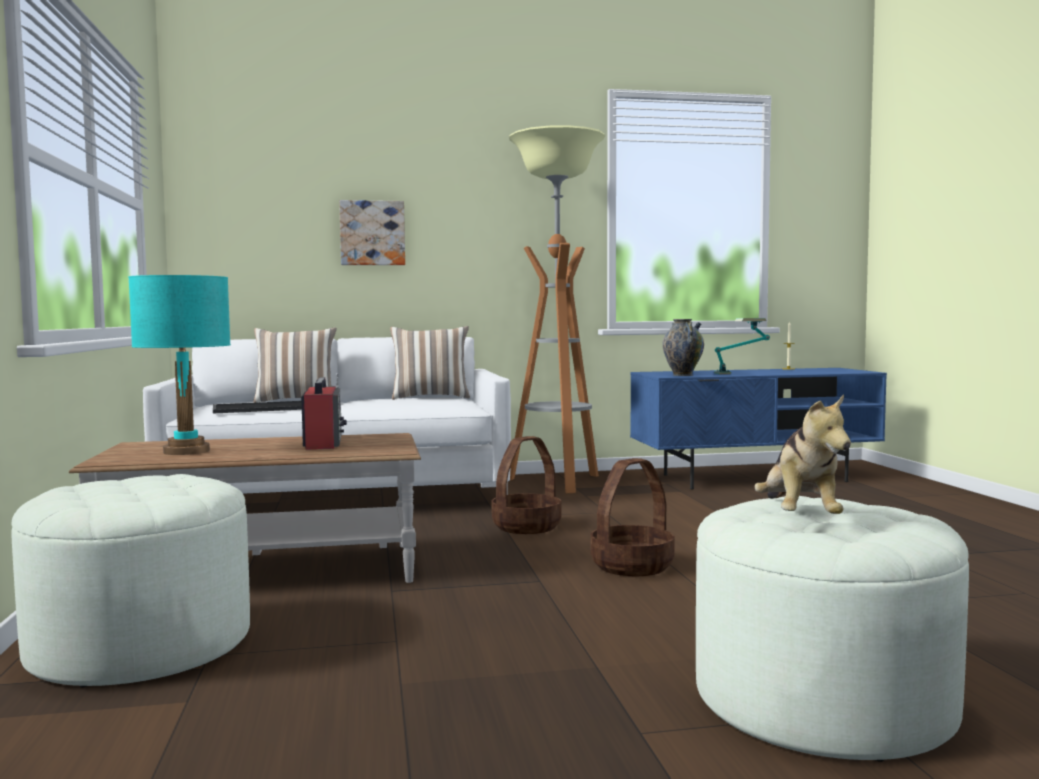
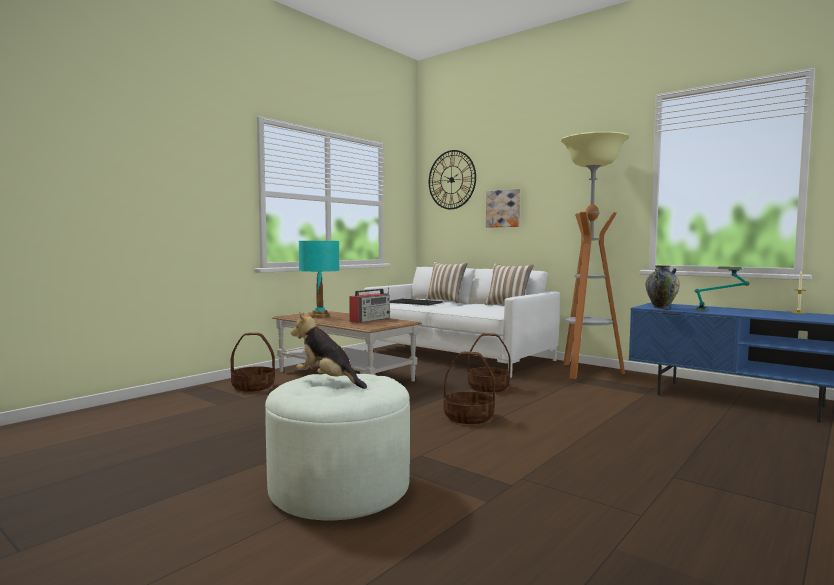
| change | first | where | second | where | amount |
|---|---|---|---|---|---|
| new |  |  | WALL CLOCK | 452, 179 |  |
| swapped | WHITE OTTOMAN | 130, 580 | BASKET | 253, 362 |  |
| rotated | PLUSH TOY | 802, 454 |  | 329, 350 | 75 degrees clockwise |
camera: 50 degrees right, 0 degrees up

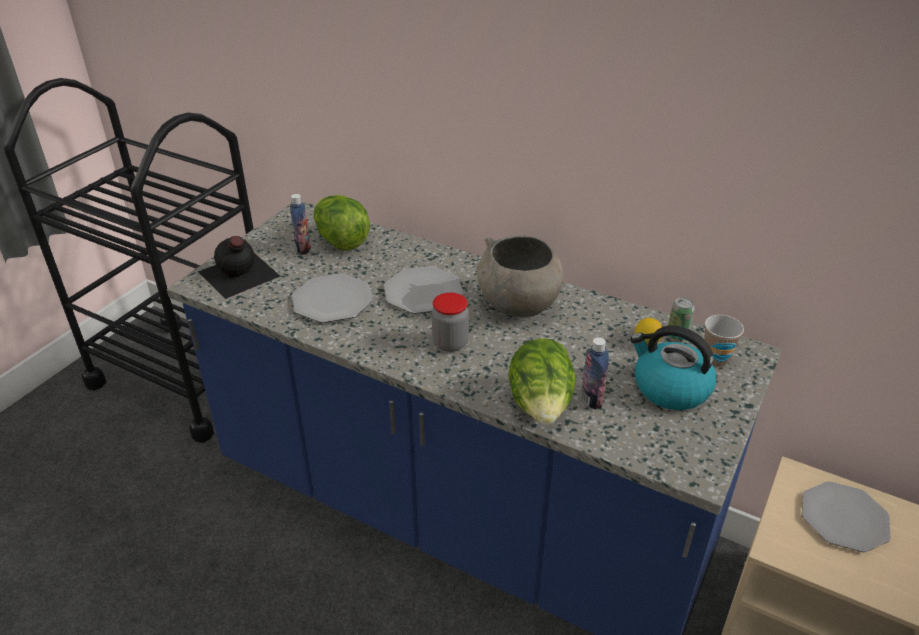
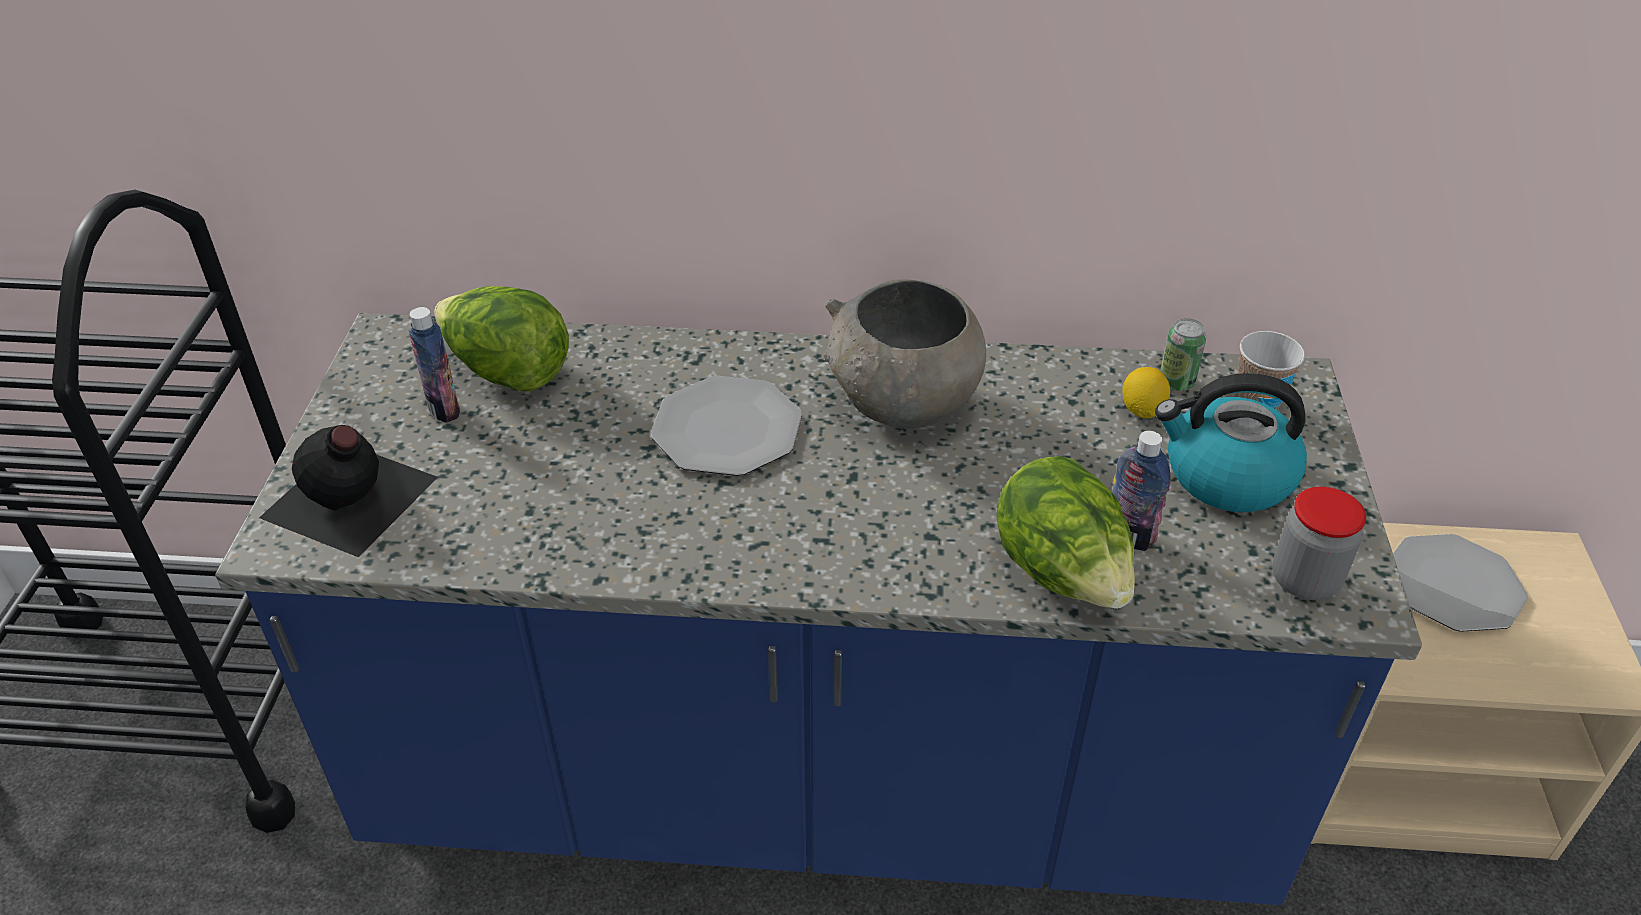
| change | first | where | second | where | amount |
|---|---|---|---|---|---|
| gone | PLATE | 332, 298 |  |  |  |
| shifted | JAR | 450, 322 |  | 1319, 543 |  |
camera: 25 degrees left, 5 degrees up

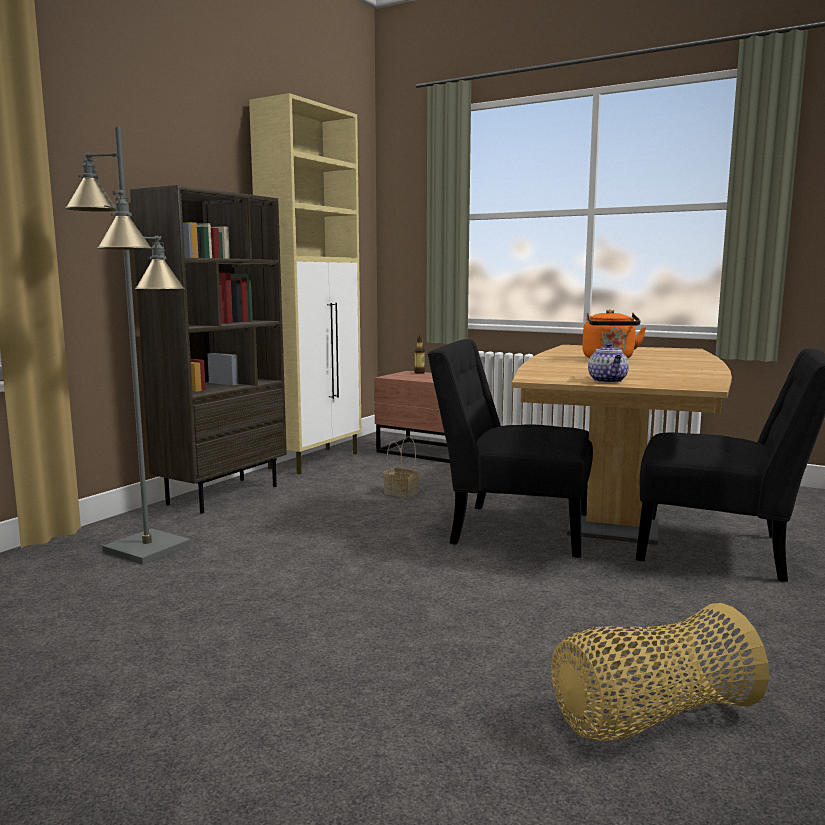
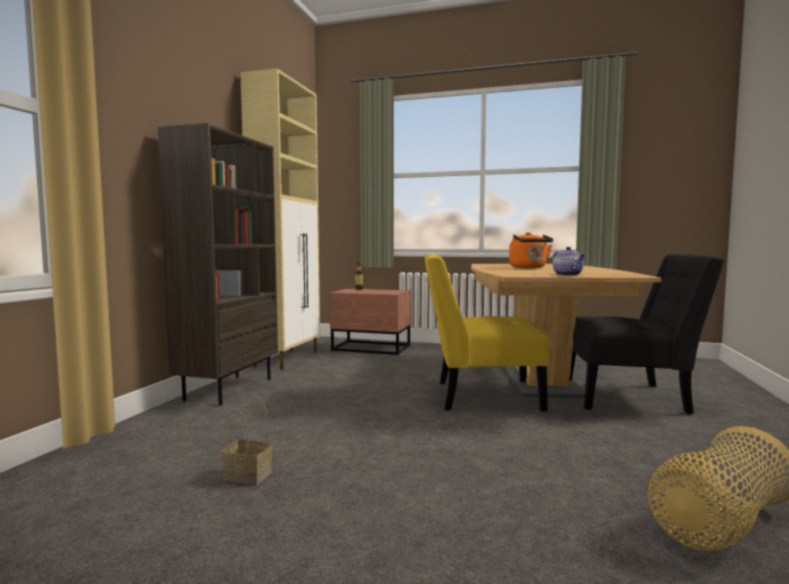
| change | first | where | second | where | amount |
|---|---|---|---|---|---|
| gone | GREY FLOOR LAMP | 128, 345 |  |  |  |
| shifted | BASKET | 401, 467 |  | 247, 441 |  |
| repainted | BLACK CHAIR | 510, 448 | YELLOW CHAIR | 487, 333 |  |
camera: 15 degrees left, 5 degrees down

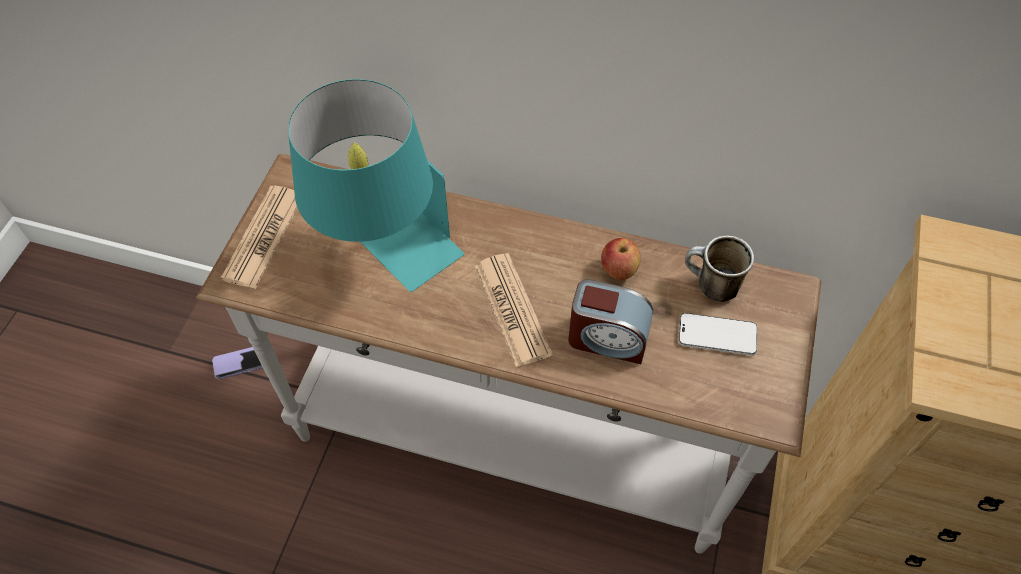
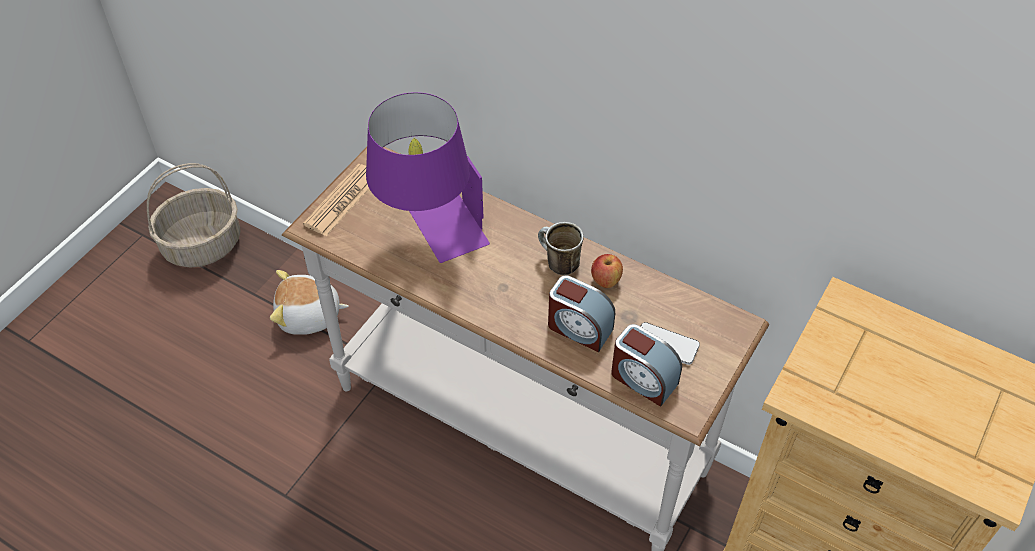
| change | first | where | second | where | amount |
|---|---|---|---|---|---|
| gone | NEWSPAPER | 514, 310 |  |  |  |
| new |  |  | BASKET | 194, 215 |  |
| new |  |  | ALARM CLOCK | 646, 365 |  |
| shifted | MUG | 719, 268 |  | 560, 248 |  |
| swapped | PHONE | 237, 363 | PLUSH TOY | 309, 302 |  |
| repainted | TURQUOISE TABLE LAMP | 376, 185 | PURPLE TABLE LAMP | 428, 177 |  |
camera: 15 degrees right, 5 degrees down

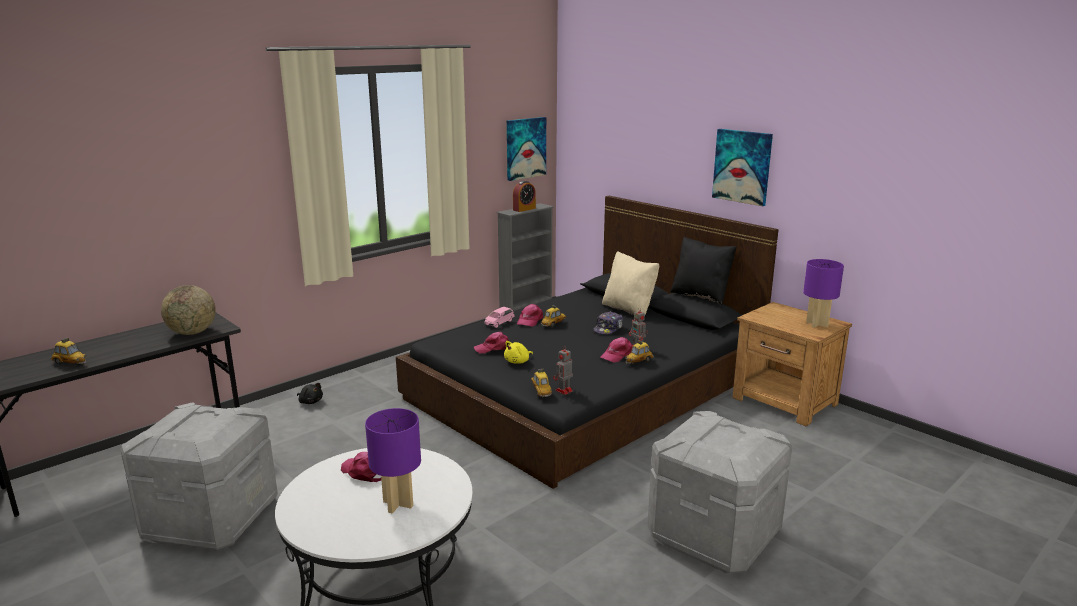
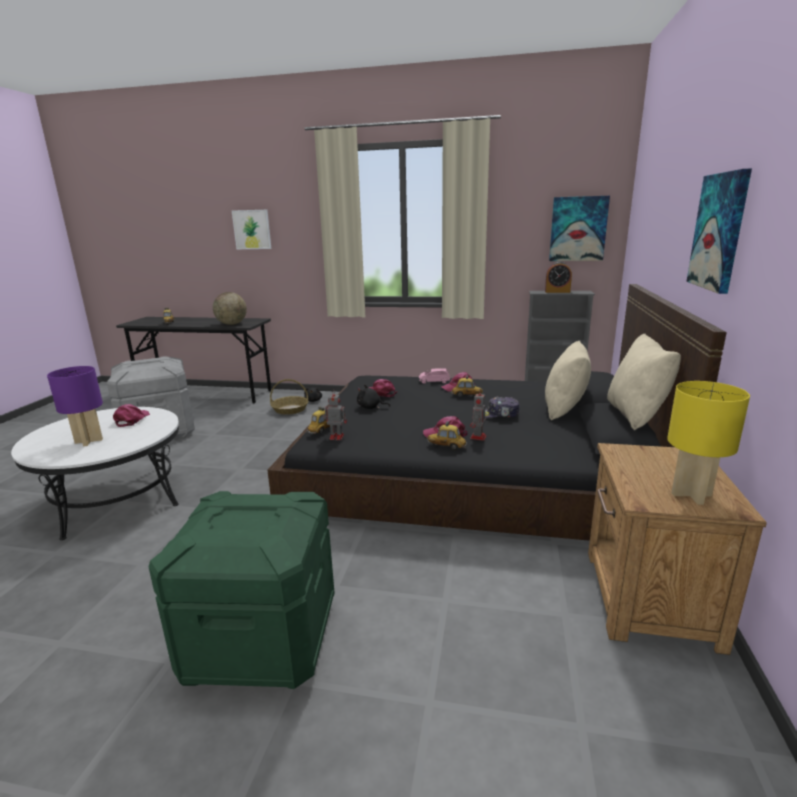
| change | first | where | second | where | amount |
|---|---|---|---|---|---|
| new |  |  | PICTURE | 251, 229 |  |
| new |  |  | BASKET | 289, 397 |  |
| repainted | YELLOW PLUSH TOY | 518, 352 | BLACK PLUSH TOY | 373, 396 |  |
| repainted | GREY STORAGE BOX | 719, 492 | GREEN STORAGE BOX | 242, 590 |  |
| repainted | BLACK PILLOW | 703, 271 | BEIGE PILLOW | 644, 381 |  |
| repainted | PURPLE TABLE LAMP | 823, 293 | YELLOW TABLE LAMP | 708, 443 |  |
camera: 55 degrees right, 0 degrees up

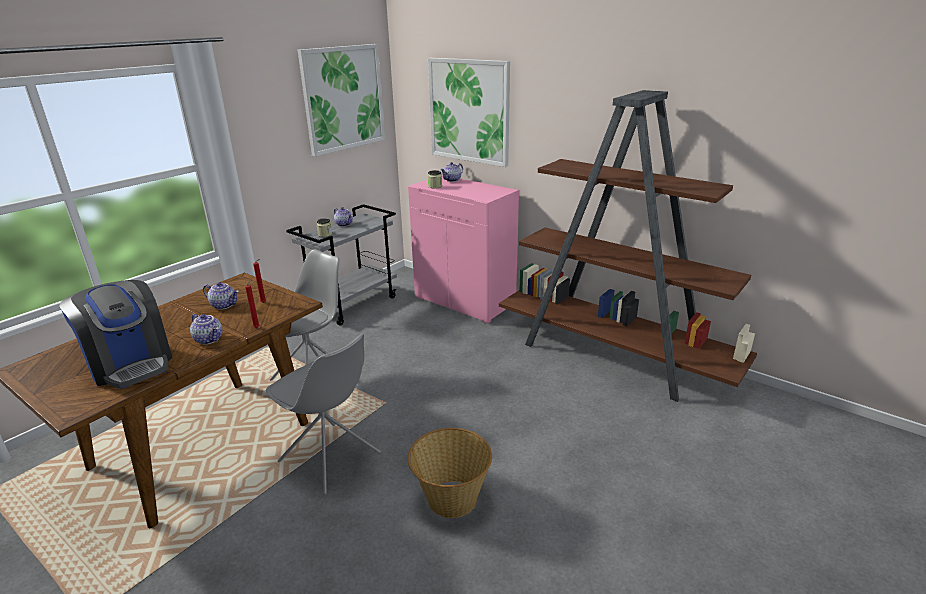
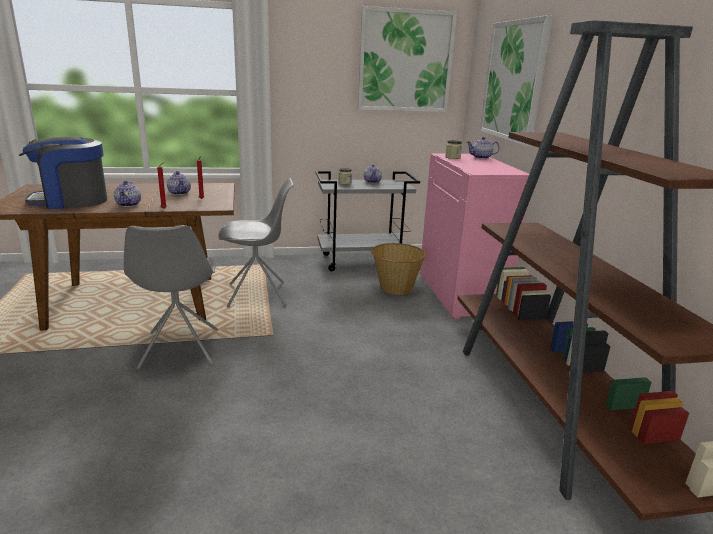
| change | first | where | second | where | amount |
|---|---|---|---|---|---|
| shifted | BASKET | 450, 473 |  | 398, 269 |  |
| rotated | COFFEE MACHINE | 115, 334 |  | 63, 173 | 75 degrees clockwise |
camera: 40 degrees right, 5 degrees down

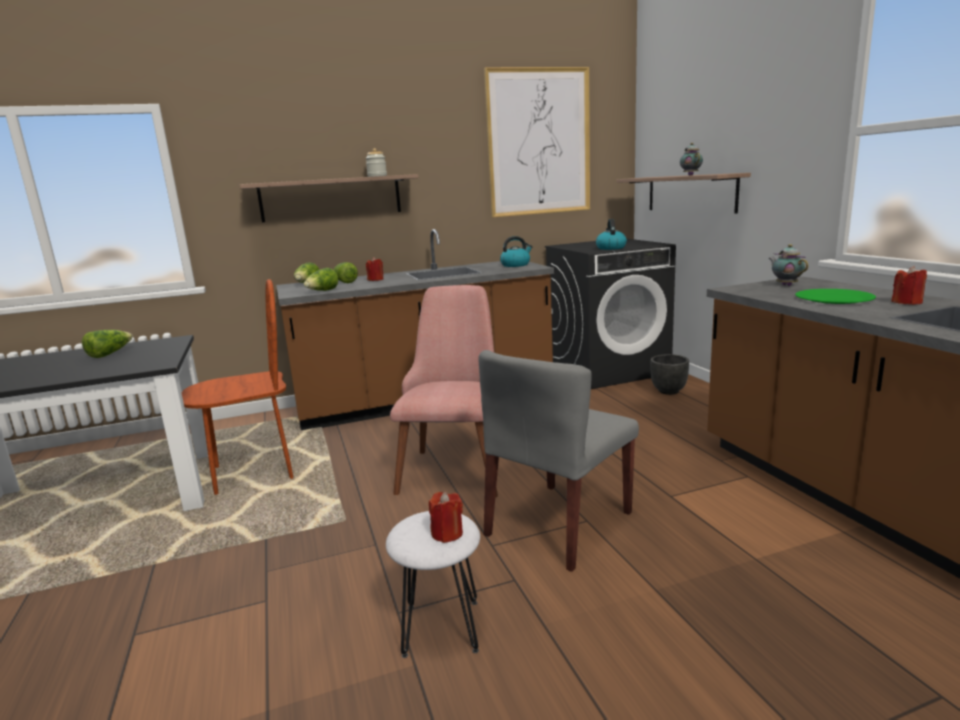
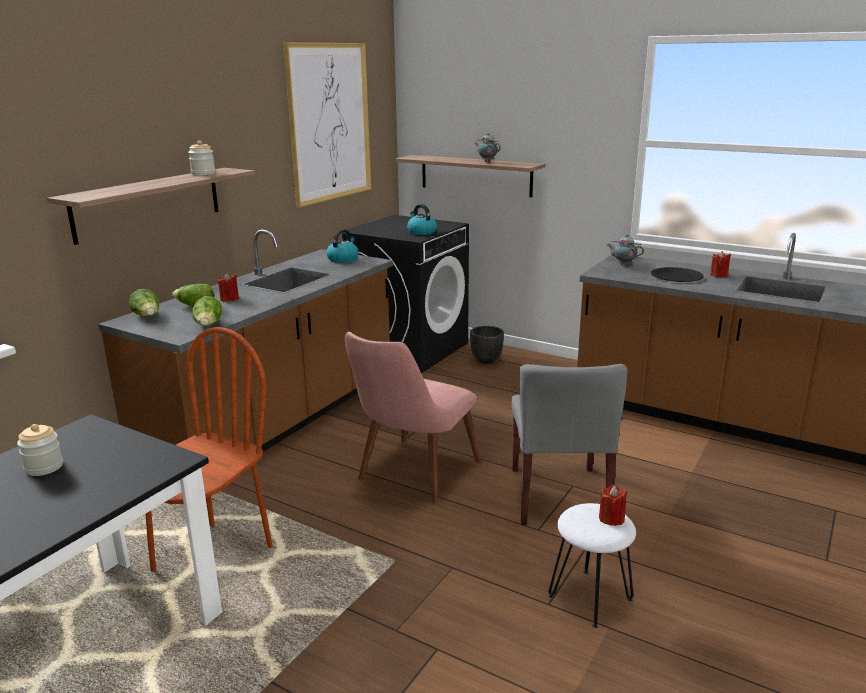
| change | first | where | second | where | amount |
|---|---|---|---|---|---|
| swapped | LETTUCE | 107, 344 | JAR | 40, 450 |  |
| repainted | GREEN PLATE | 835, 296 | BLACK PLATE | 677, 274 |  |
| rotated | PINK CHAIR | 444, 391 |  | 413, 418 | 120 degrees counterclockwise |
camera: 40 degrees left, 5 degrees up

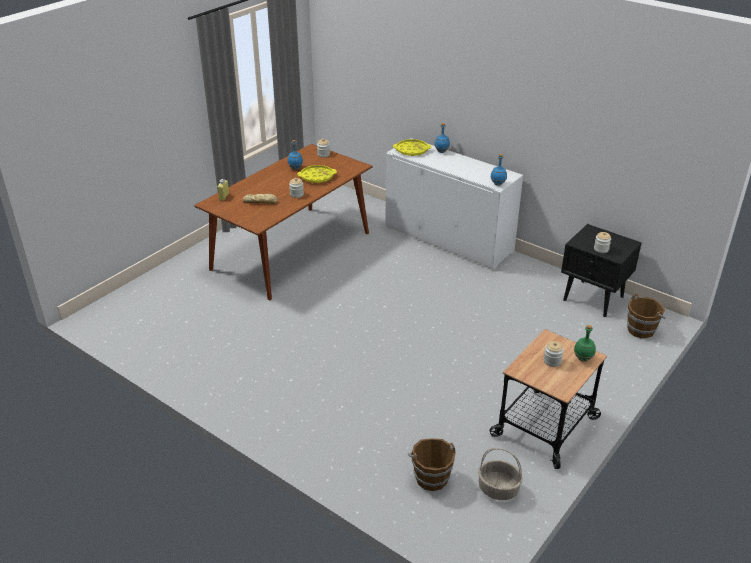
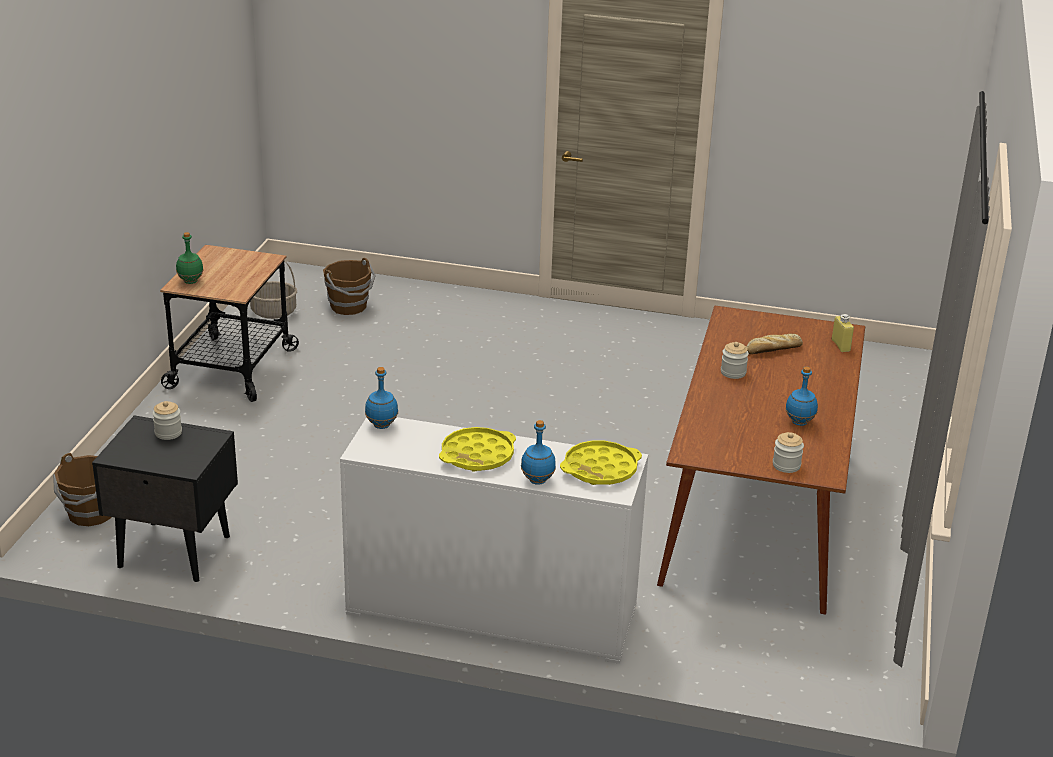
| change | first | where | second | where | amount |
|---|---|---|---|---|---|
| gone | JAR | 553, 354 |  |  |  |
| shifted | YELLOW TRAY | 317, 174 |  | 477, 449 |  |
camera: 155 degrees right, 5 degrees down

